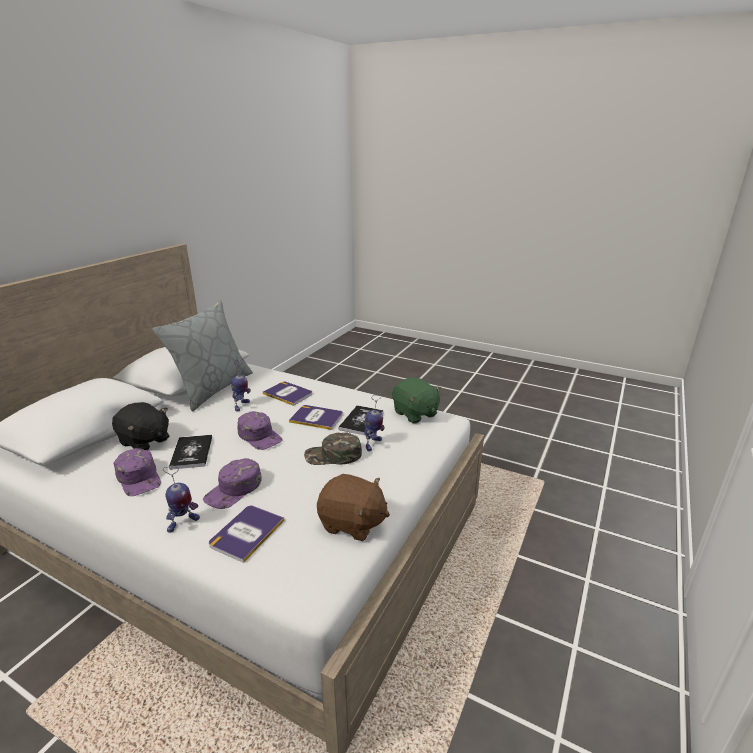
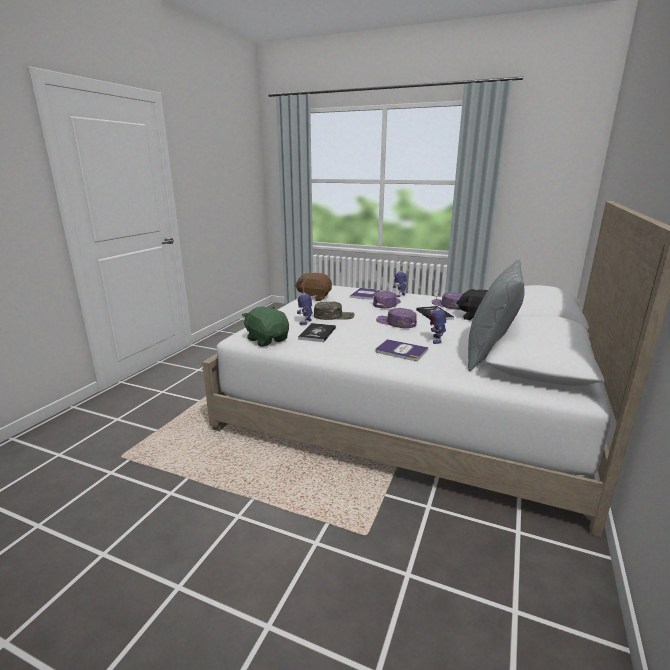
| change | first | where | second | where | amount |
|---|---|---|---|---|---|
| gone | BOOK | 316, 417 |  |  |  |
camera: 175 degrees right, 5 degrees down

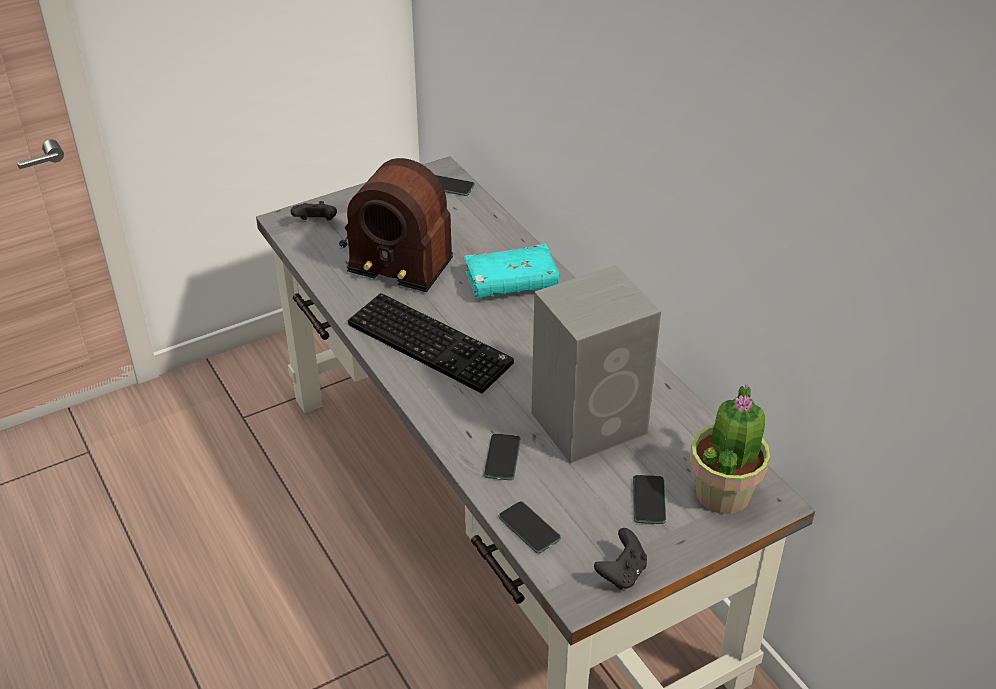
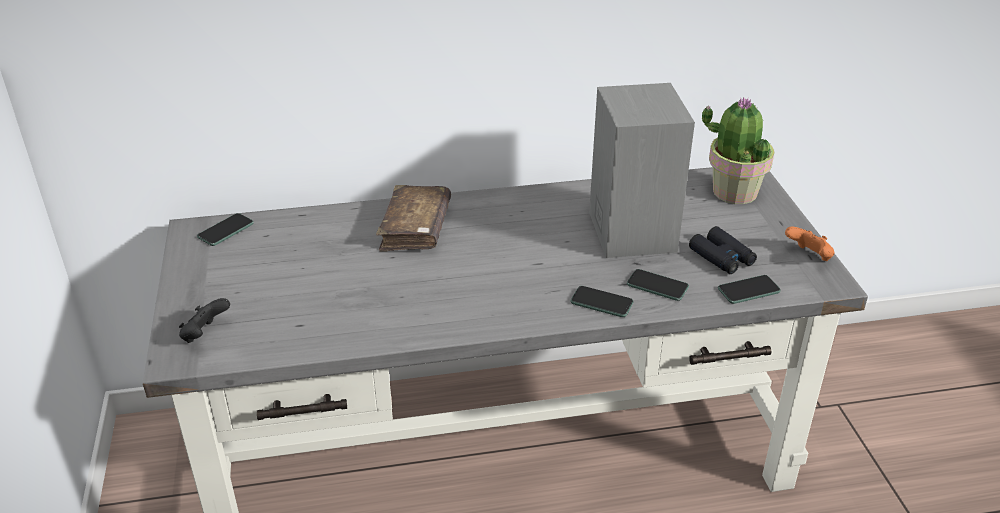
| change | first | where | second | where | amount |
|---|---|---|---|---|---|
| gone | RADIO | 396, 225 |  |  |  |
| gone | KEYBOARD | 431, 343 |  |  |  |
| new |  |  | BLACK BINOCULARS | 723, 250 |  |
| shifted | PHONE | 649, 499 |  | 602, 301 |  |
| repainted | TURQUOISE BOOK | 511, 271 | BROWN BOOK | 413, 218 |  |
| repainted | BLACK GAME CONTROLLER | 620, 559 | ORANGE GAME CONTROLLER | 809, 244 |  |
camera: 70 degrees left, 5 degrees down

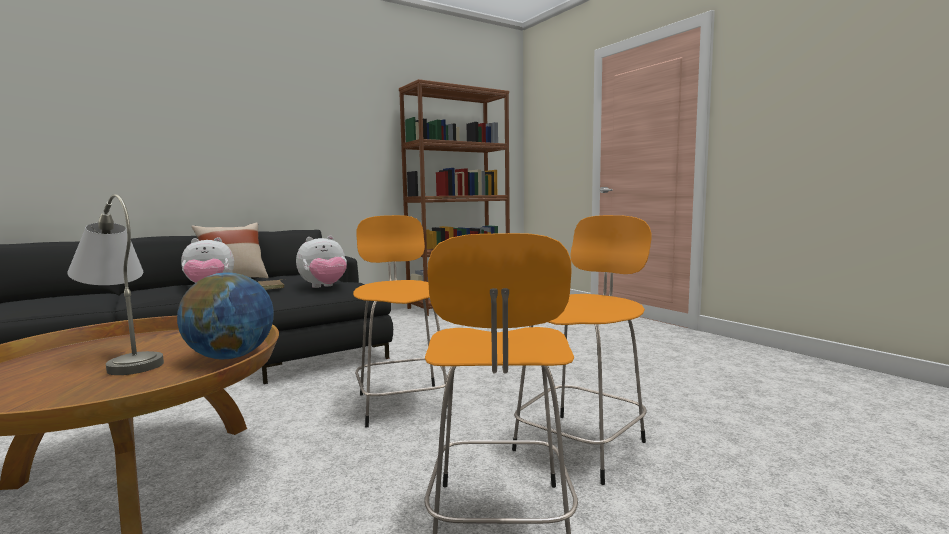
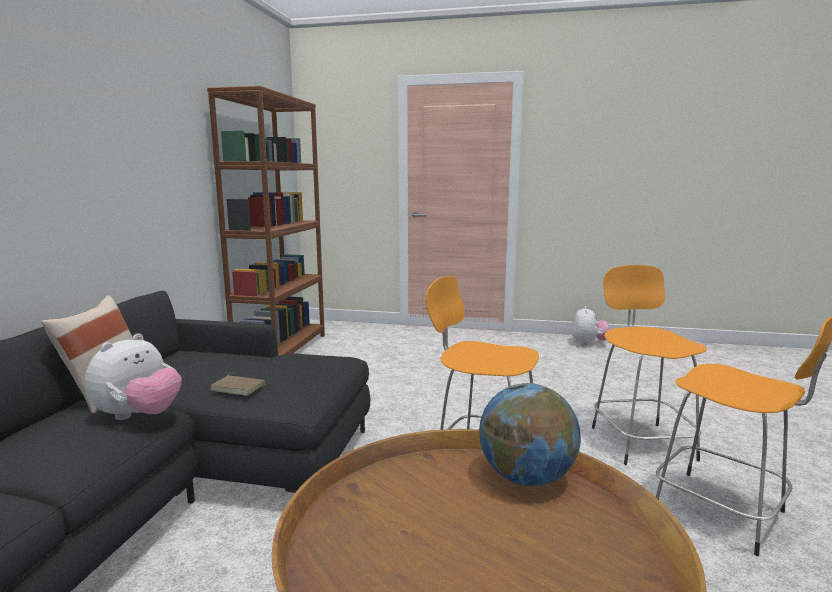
| change | first | where | second | where | amount |
|---|---|---|---|---|---|
| gone | GREY TABLE LAMP | 115, 284 |  |  |  |
| shifted | PLUSH TOY | 321, 262 |  | 590, 326 |  |
camera: 45 degrees left, 5 degrees up

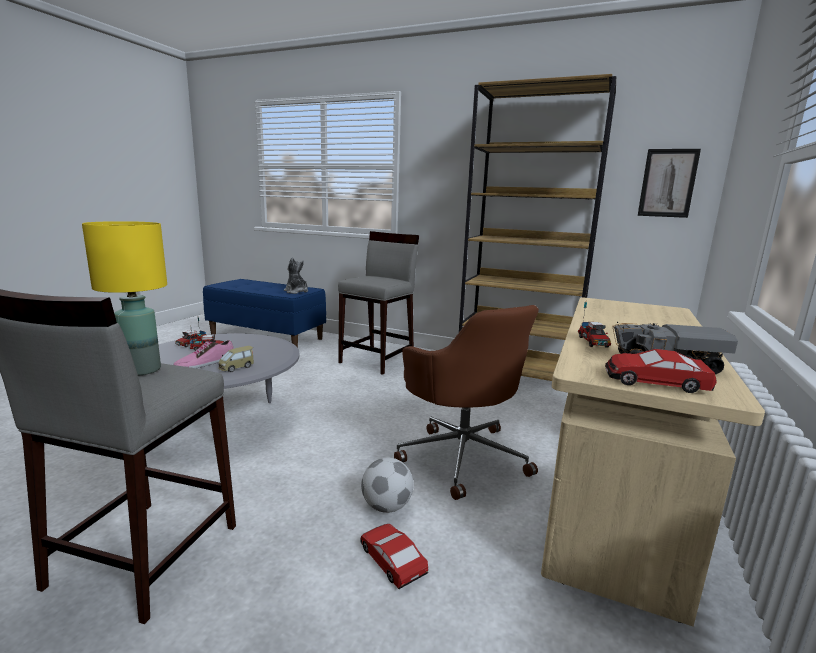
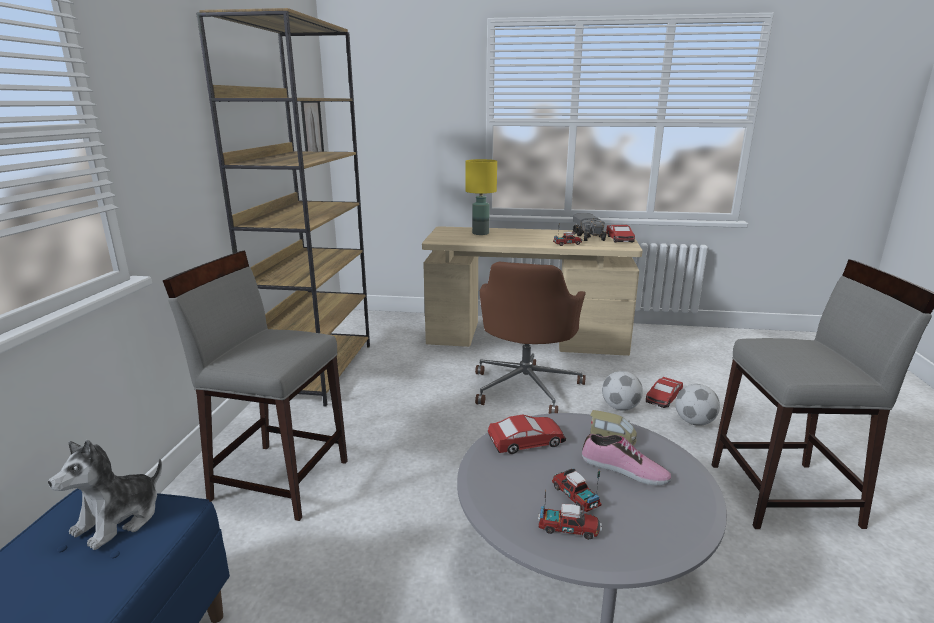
| change | first | where | second | where | amount |
|---|---|---|---|---|---|
| new |  |  | TOY CAR | 527, 434 |  |
| new |  |  | FOOTBALL | 697, 405 |  |
| shifted | YELLOW TABLE LAMP | 124, 298 |  | 481, 197 |  |
| rotated | BROWN OFFICE CHAIR | 466, 402 |  | 530, 338 | 150 degrees clockwise |
camera: 105 degrees left, 5 degrees up

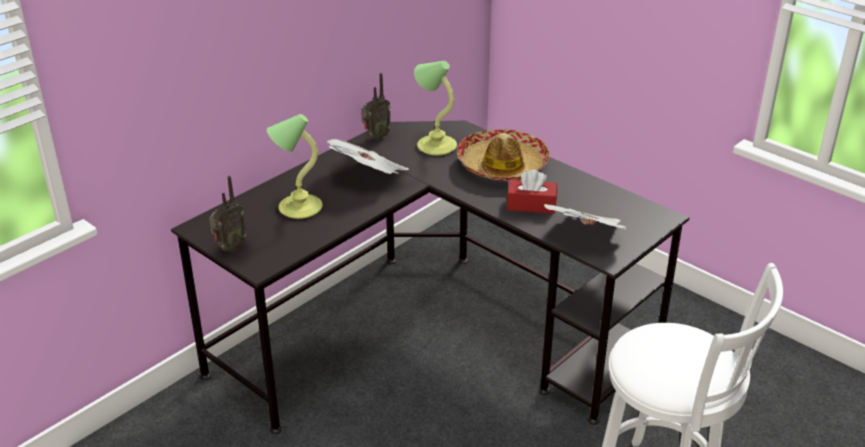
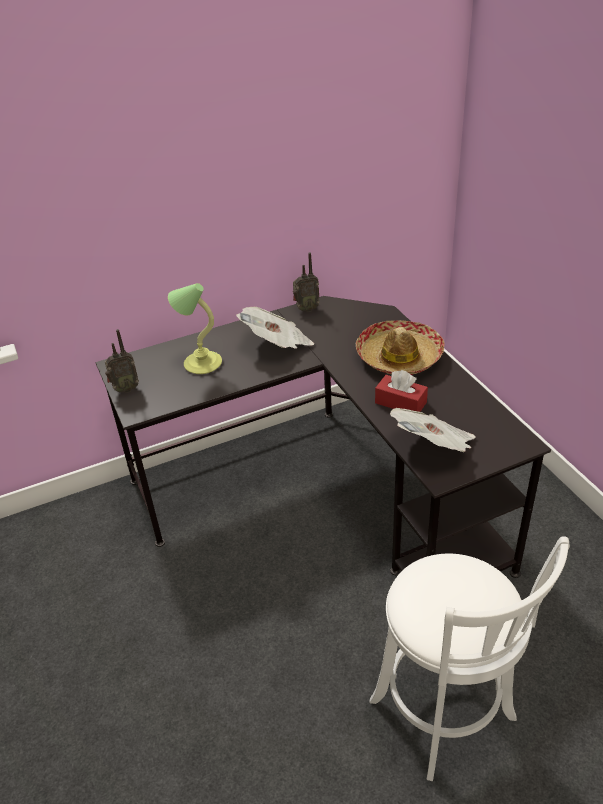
| change | first | where | second | where | amount |
|---|---|---|---|---|---|
| gone | TABLE LAMP | 435, 108 |  |  |  |
camera: 25 degrees right, 5 degrees up

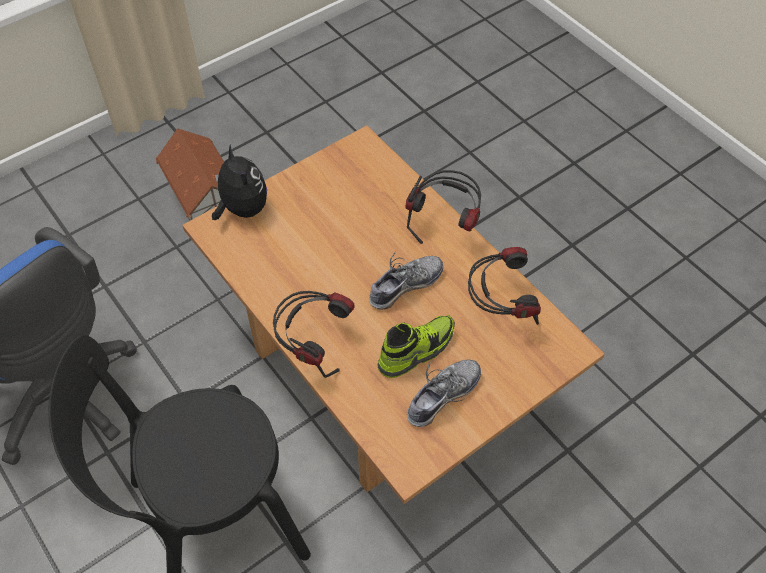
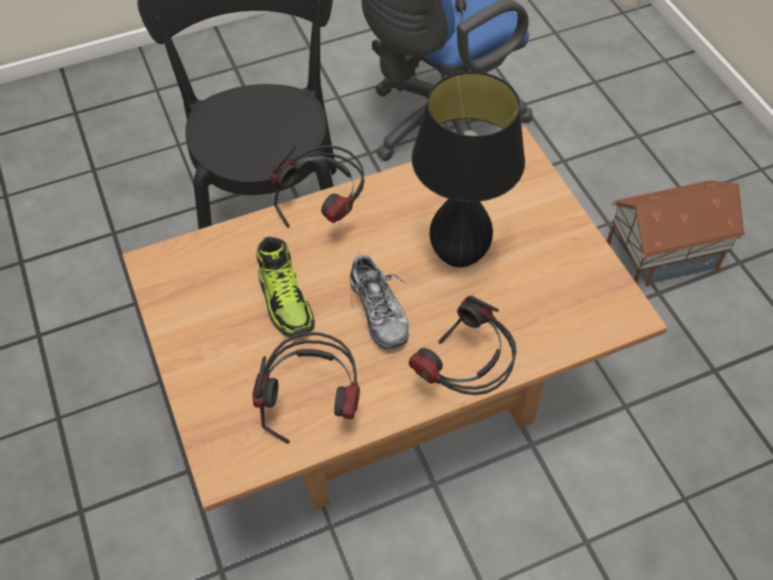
| change | first | where | second | where | amount |
|---|---|---|---|---|---|
| gone | PLUSH TOY | 239, 182 |  |  |  |
| gone | SHOE | 444, 393 |  |  |  |
| new |  |  | BLACK TABLE LAMP | 468, 169 |  |
camera: 105 degrees right, 0 degrees up

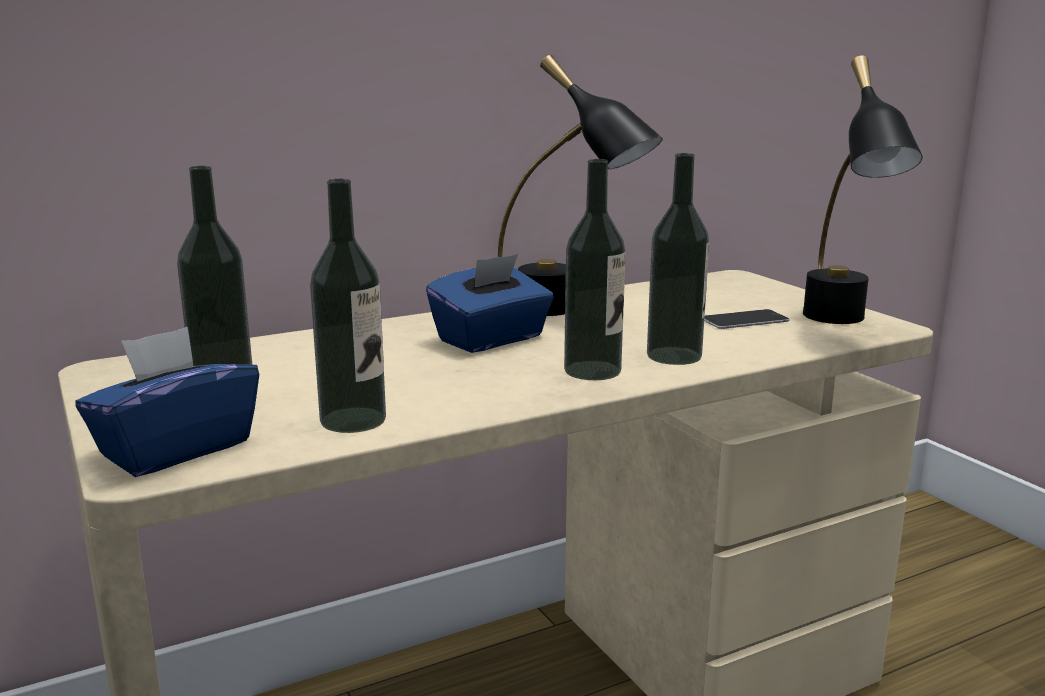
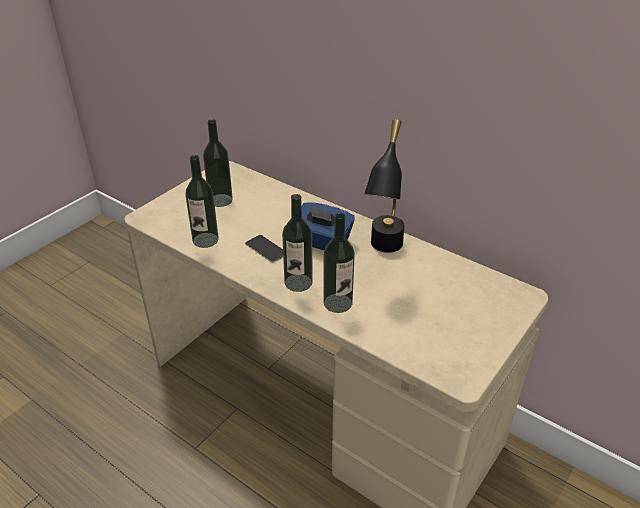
| change | first | where | second | where | amount |
|---|---|---|---|---|---|
| gone | BLUE TISSUE BOX | 167, 402 |  |  |  |
| gone | BLACK TABLE LAMP | 863, 189 |  |  |  |
| shifted | PHONE | 747, 319 |  | 264, 249 |  |
camera: 65 degrees right, 20 degrees up

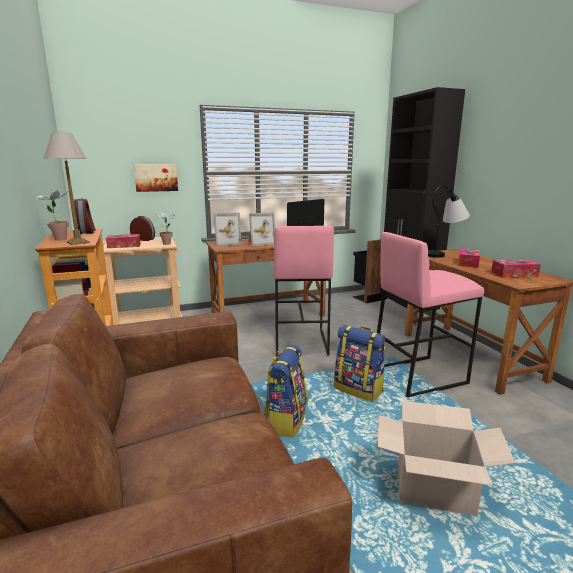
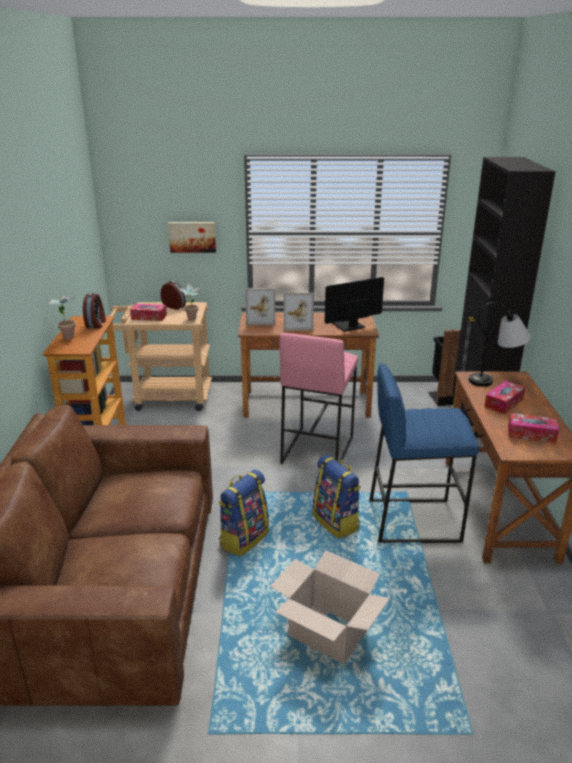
| change | first | where | second | where | amount |
|---|---|---|---|---|---|
| gone | TABLE LAMP | 67, 189 |  |  |  |
| repainted | PINK STOOL | 430, 314 | BLUE STOOL | 424, 453 |  |
camera: 20 degrees right, 10 degrees up

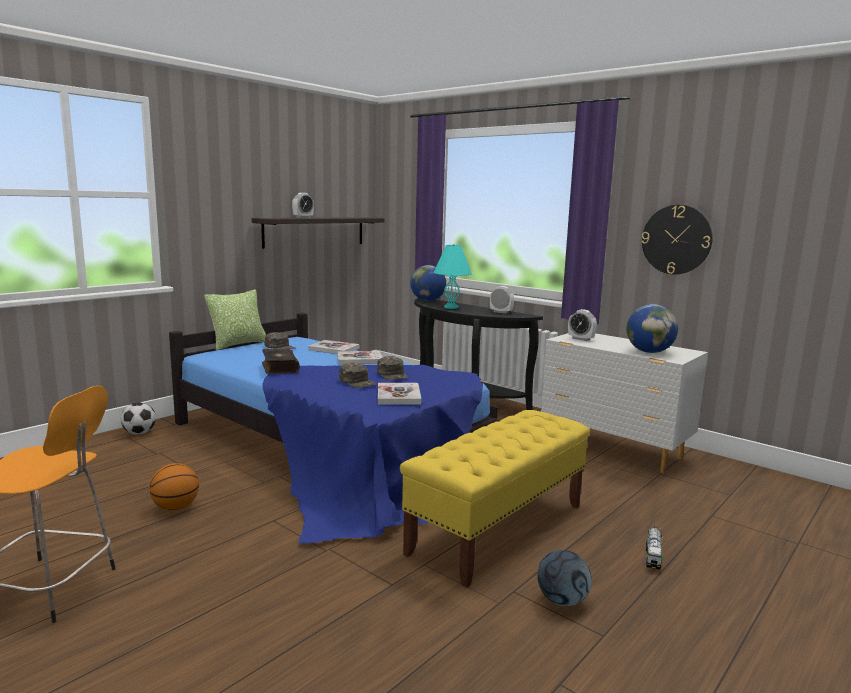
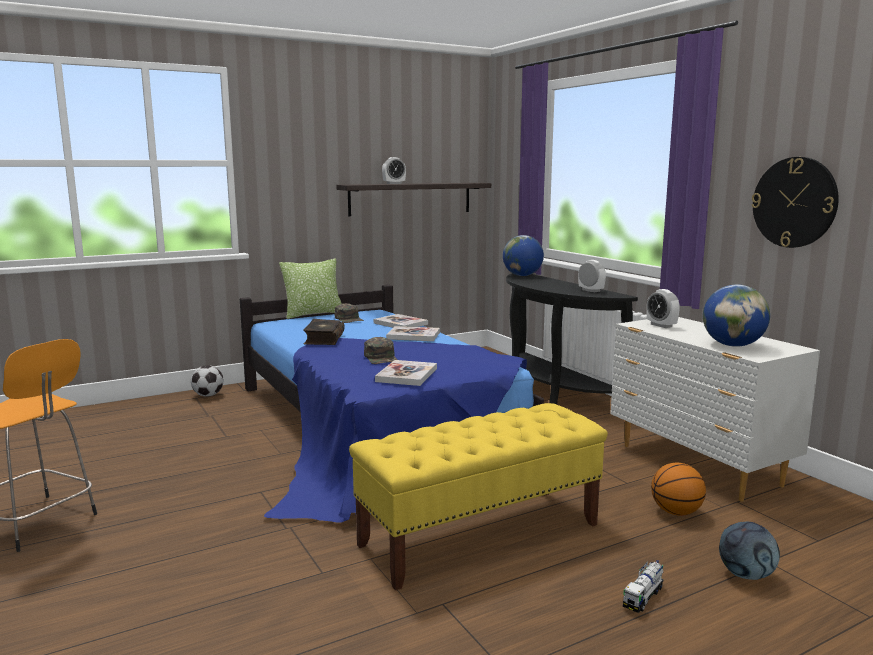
| change | first | where | second | where | amount |
|---|---|---|---|---|---|
| gone | GREEN CAP | 392, 368 |  |  |  |
| gone | TURQUOISE TABLE LAMP | 453, 276 |  |  |  |
| shifted | BASKETBALL | 174, 486 |  | 678, 489 |  |
| shifted | FOOTBALL | 565, 578 |  | 749, 551 |  |
camera: 20 degrees right, 0 degrees up

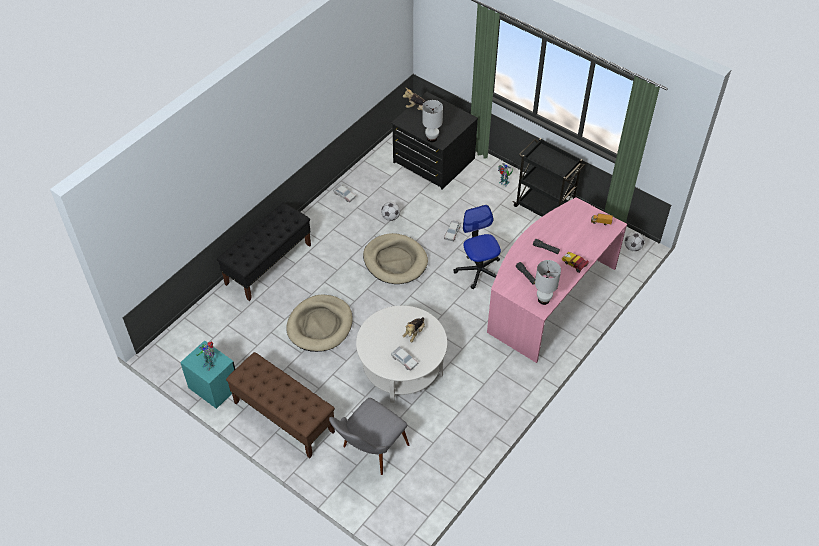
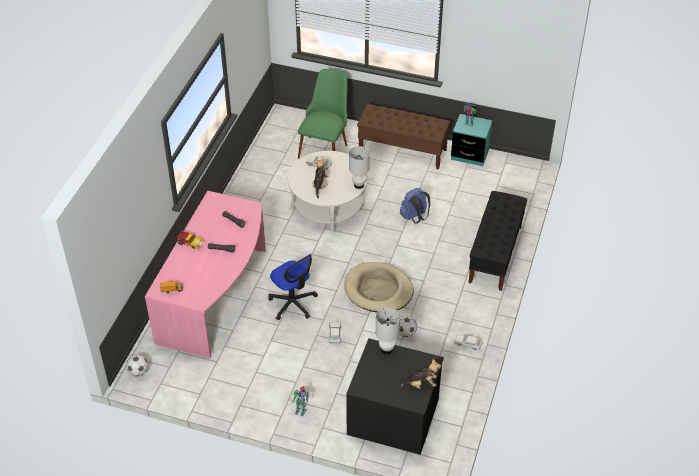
| change | first | where | second | where | amount |
|---|---|---|---|---|---|
| gone | BLACK CART | 549, 177 |  |  |  |
| shifted | WHITE TABLE LAMP | 548, 282 |  | 359, 167 |  |
| swapped | BEIGE DOG BED | 319, 323 | BLUE BACKPACK | 415, 206 |  |
| repainted | GREY CHAIR | 369, 436 | GREEN CHAIR | 322, 114 |  |
camera: 160 degrees right, 5 degrees down

